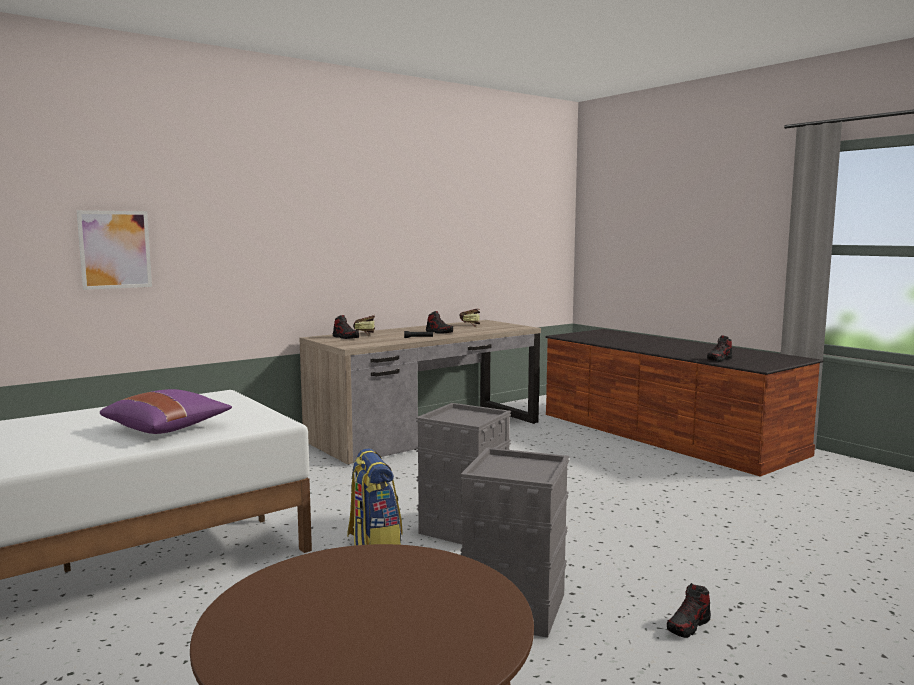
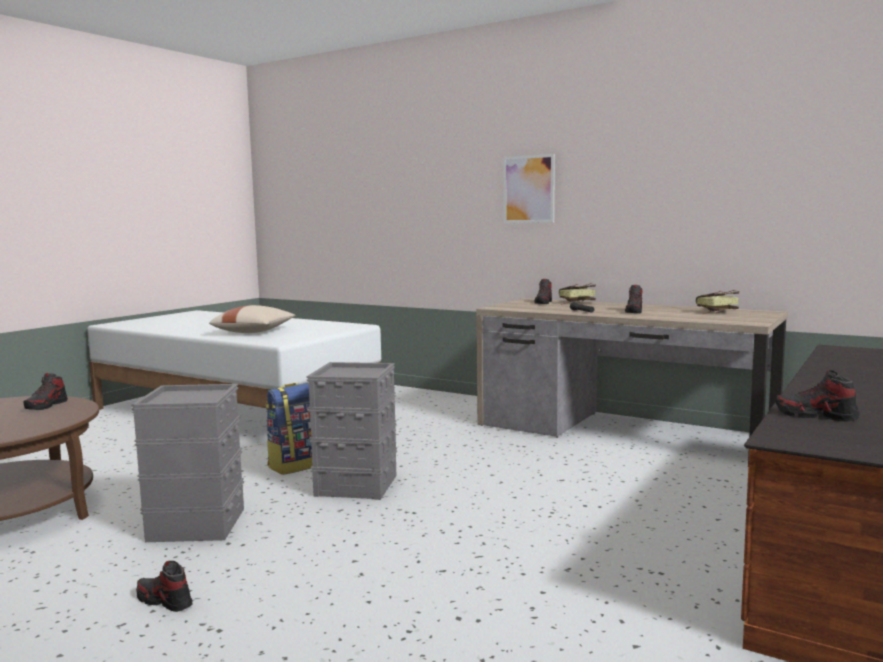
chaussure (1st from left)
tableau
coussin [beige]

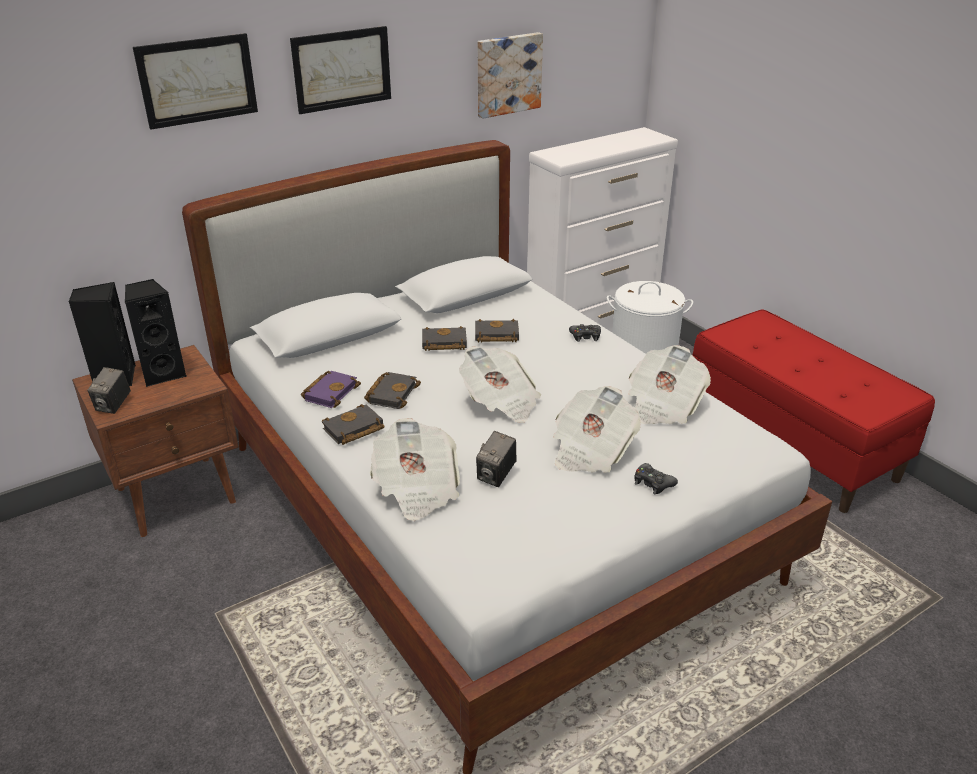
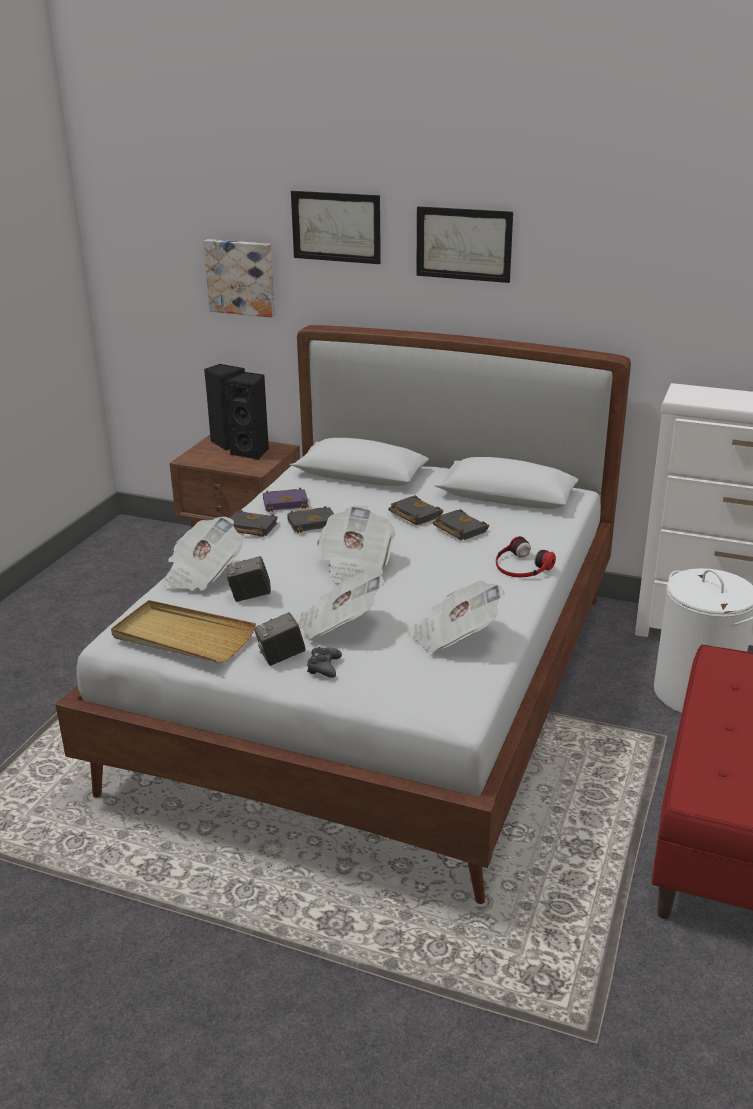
plateau [beige]
appareil photo (2nd from left)
tableau (1st from left)
casque audio

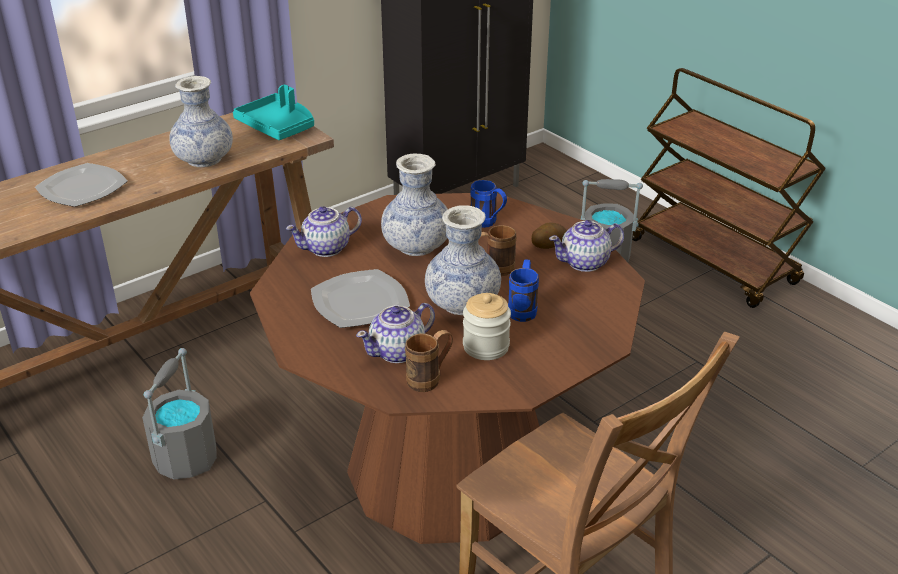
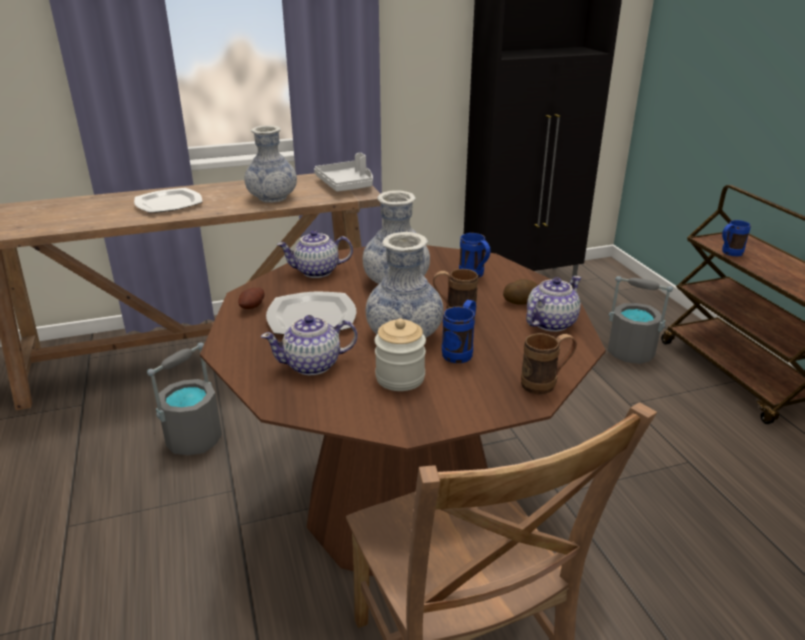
pomme de terre (1st from left)
mug [bleu] (3rd from left)
mug [marron] (2nd from left)
plateau [gris]
théière (3rd from left)

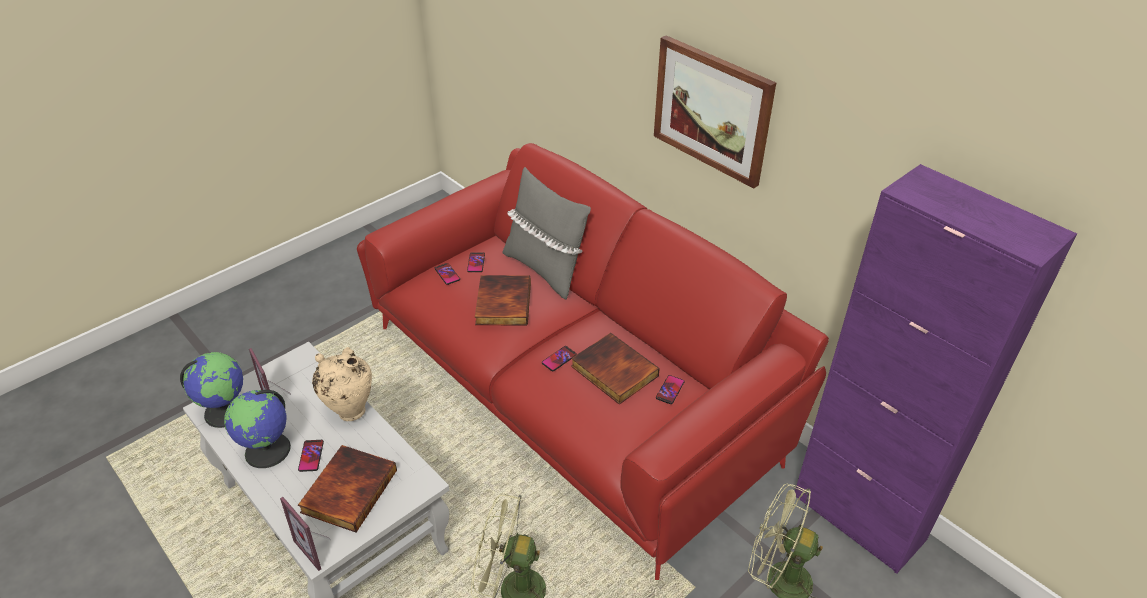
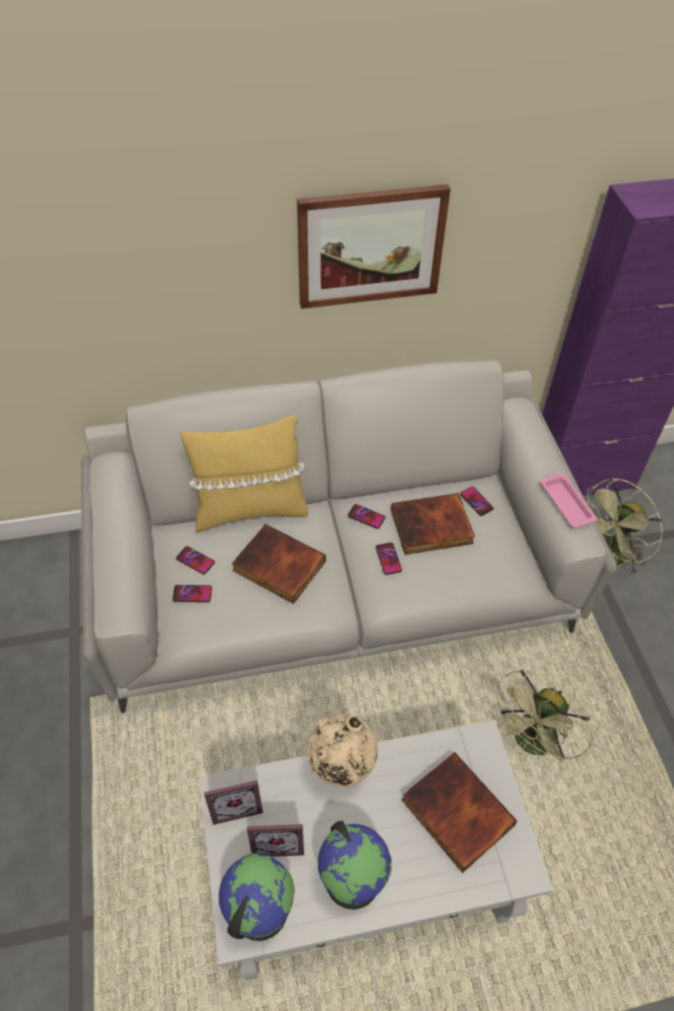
plateau [rose]
cadre photo (1st from left)
téléphone (3rd from left)
canapé [gris]
coussin [jaune]

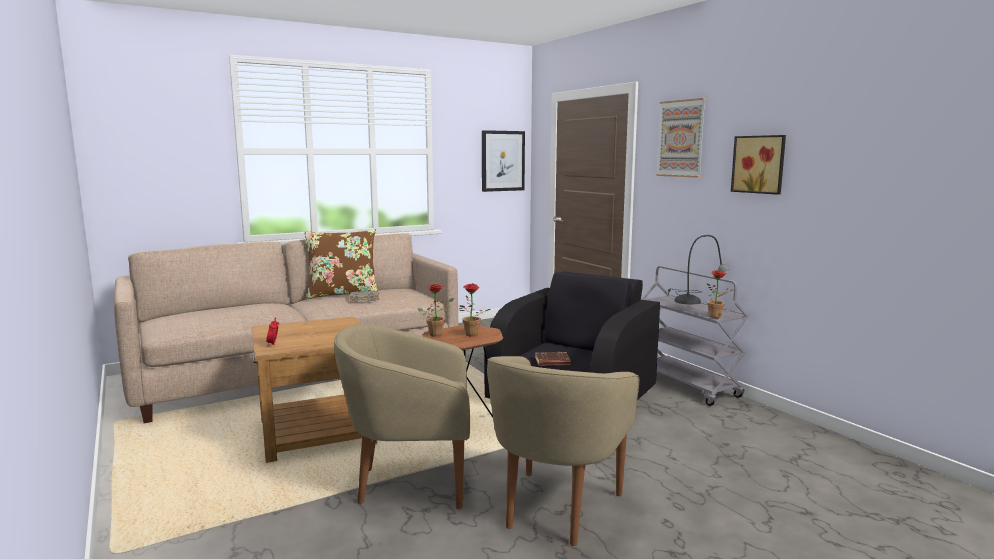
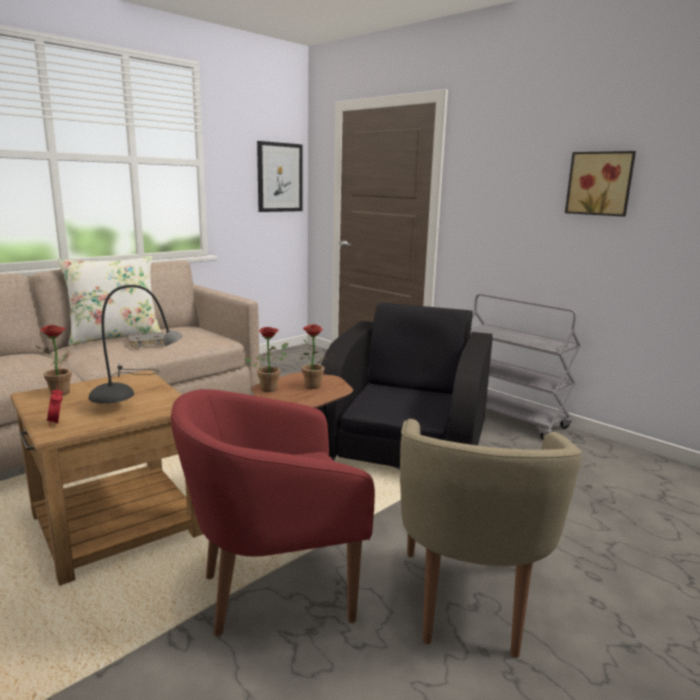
livre [marron]
tableau (2nd from left in the first image)
lampe de table [gris]
plante en pot (1st from left)
coussin [blanc]
fauteuil [rouge]

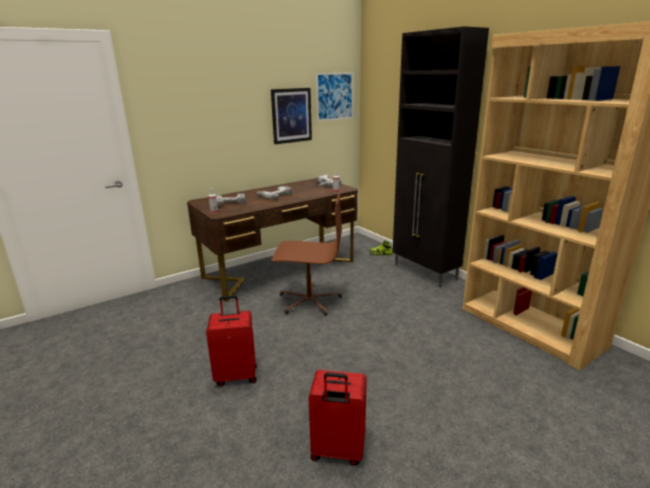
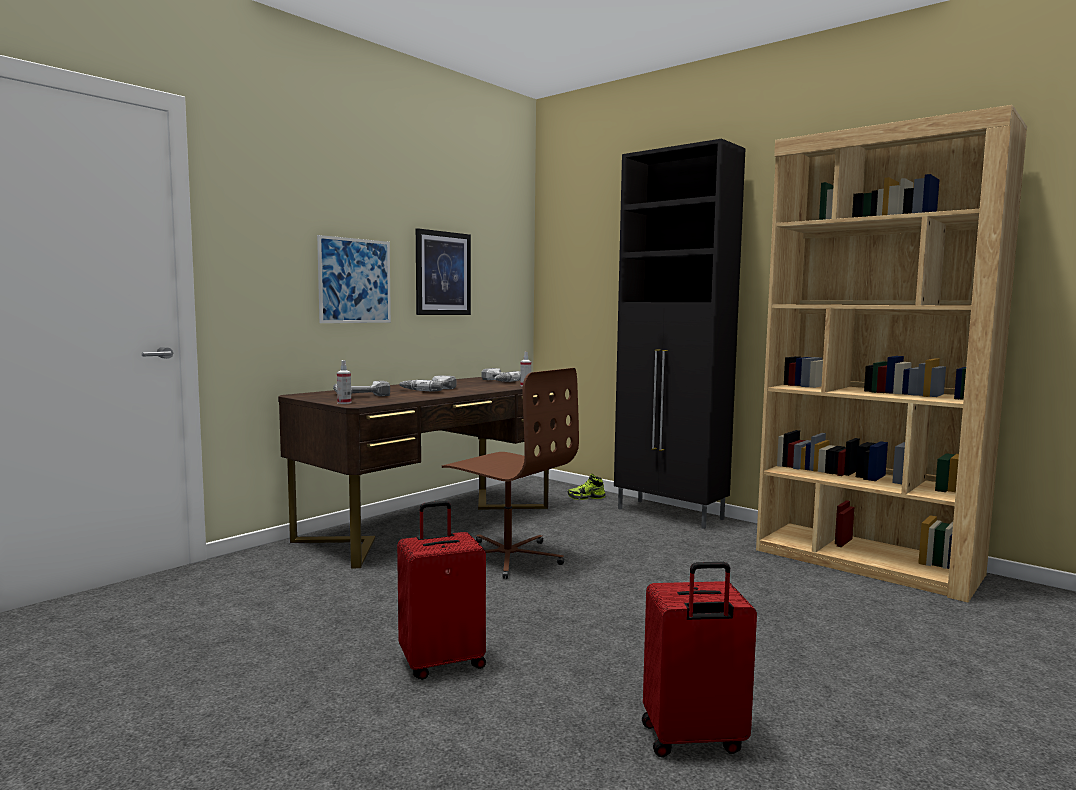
tableau (1st from left)
chaise de bureau [marron]

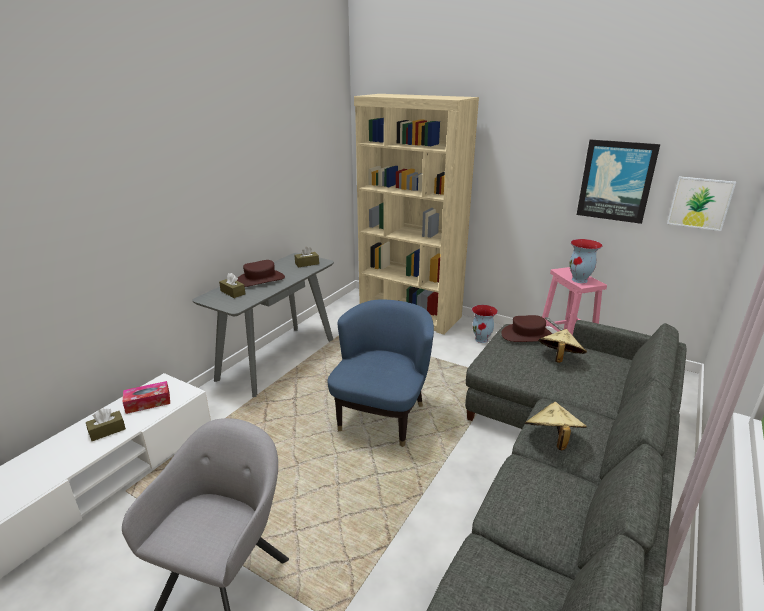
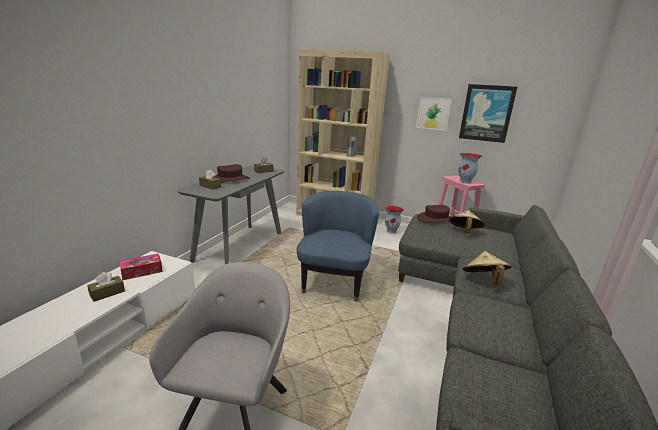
tableau (1st from left)

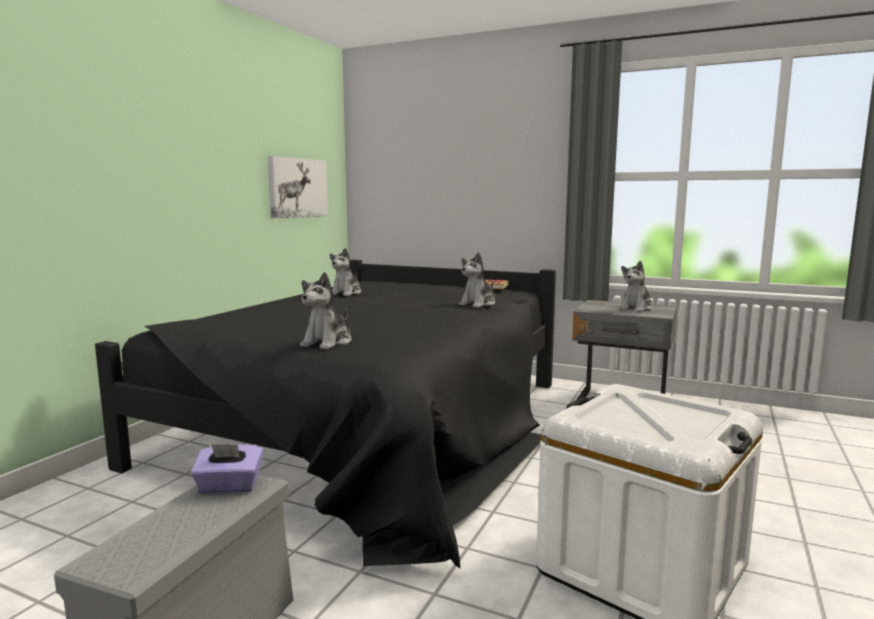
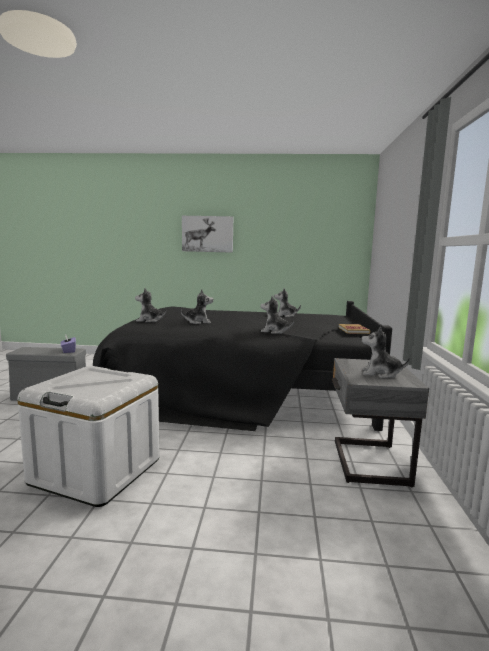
peluche (2nd from left)
tableau

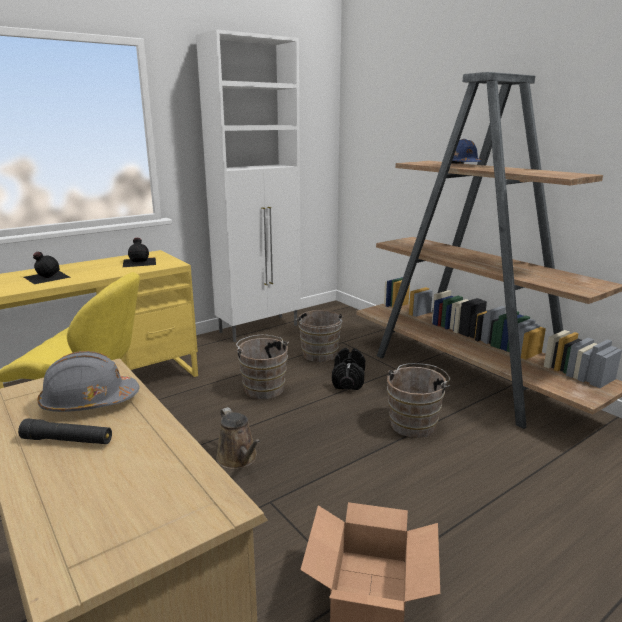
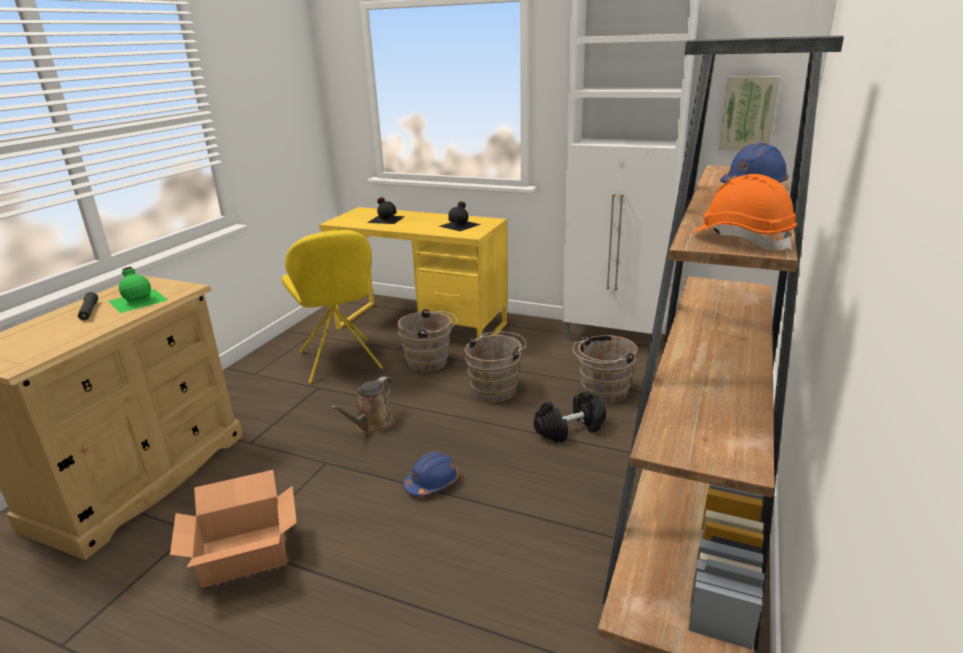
casque de chantier [bleu] (1st from left)
casque de chantier [orange]
tableau
seau [marron] (1st from left)
bouteille [vert]

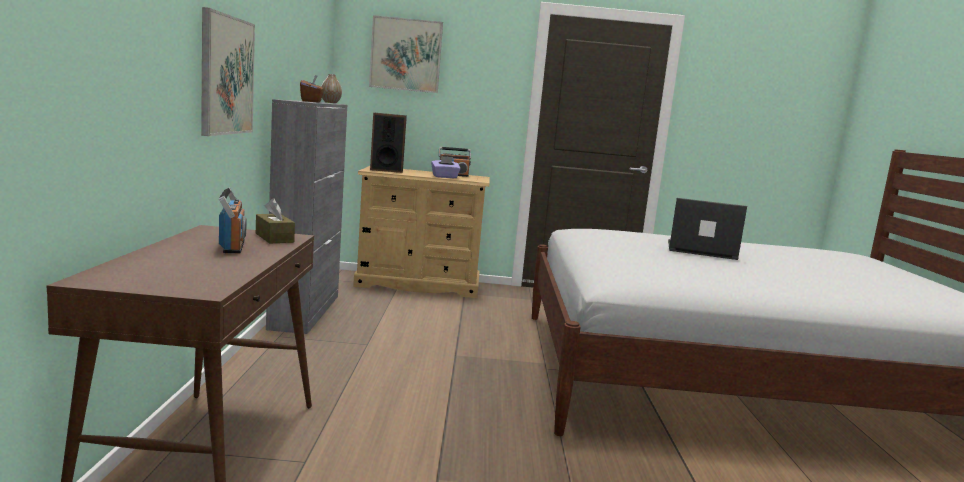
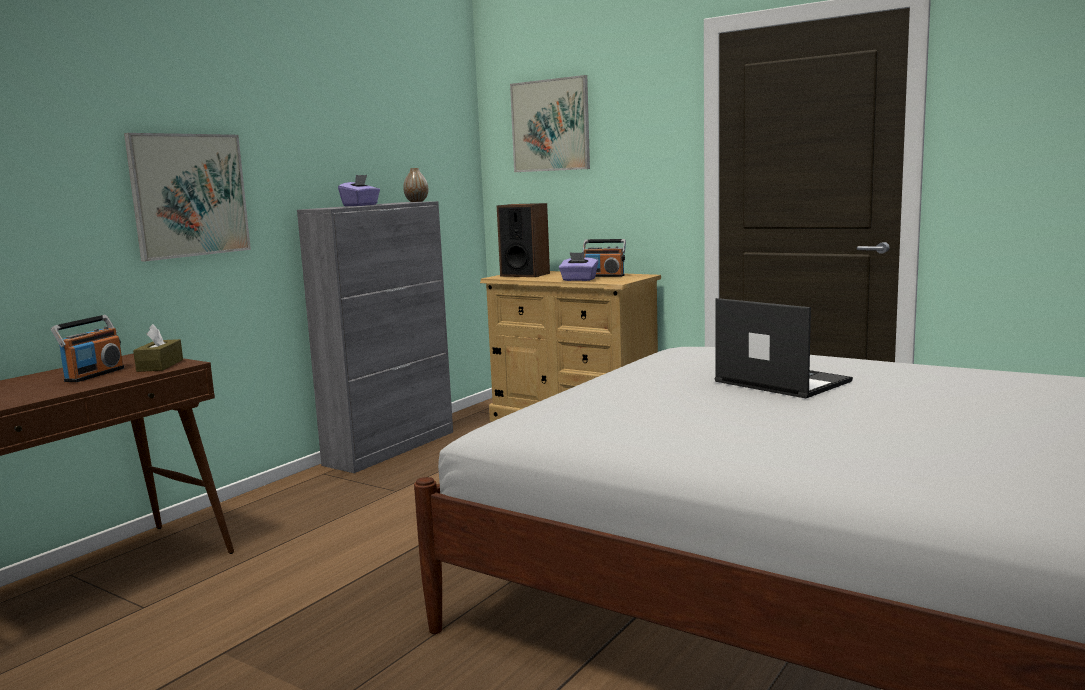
boîte à mouchoirs [violet] (1st from left)

